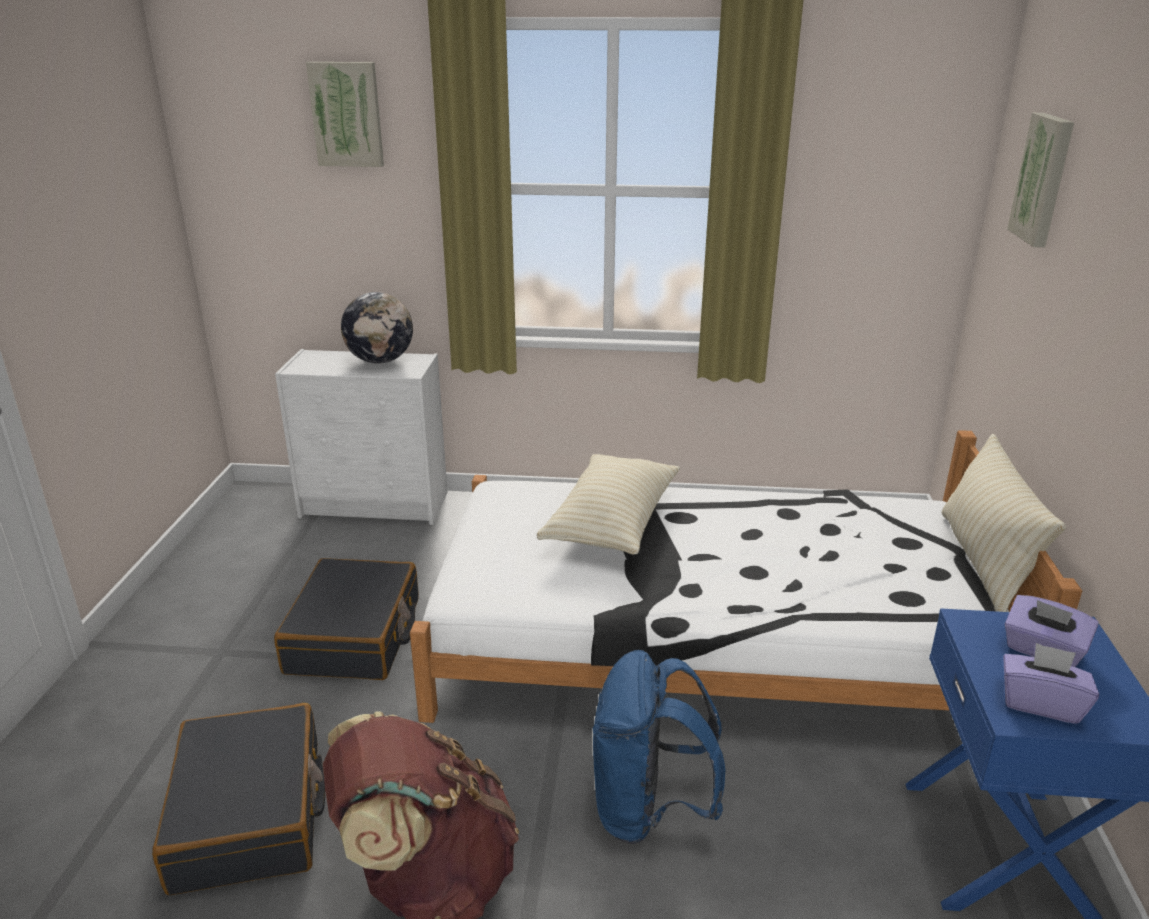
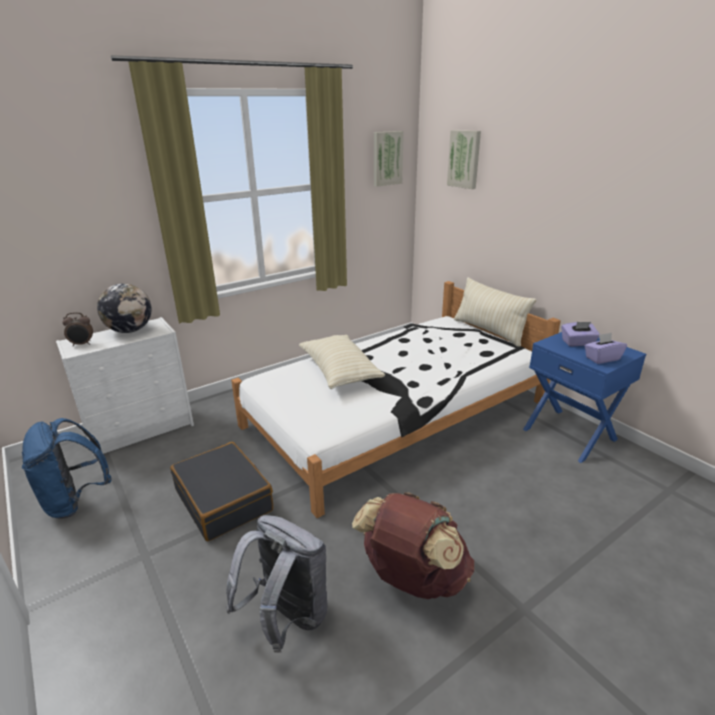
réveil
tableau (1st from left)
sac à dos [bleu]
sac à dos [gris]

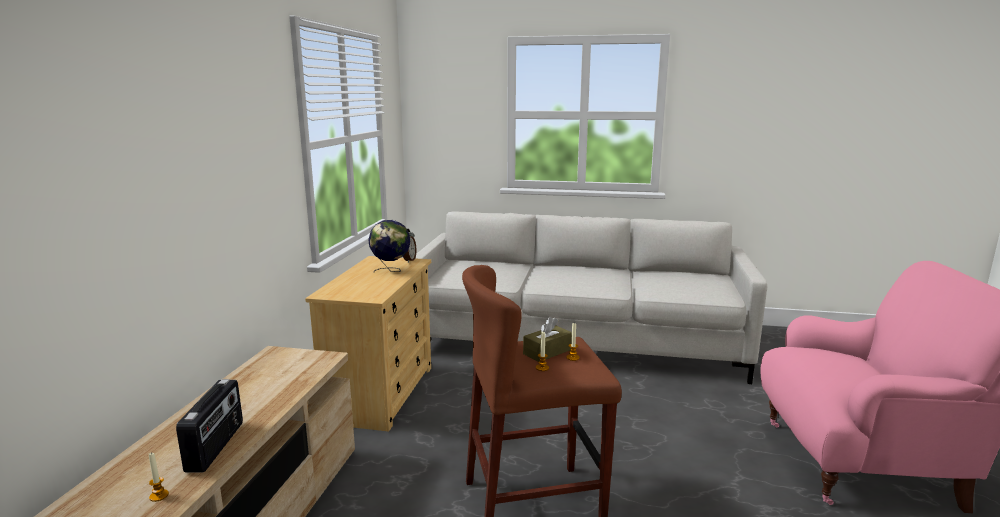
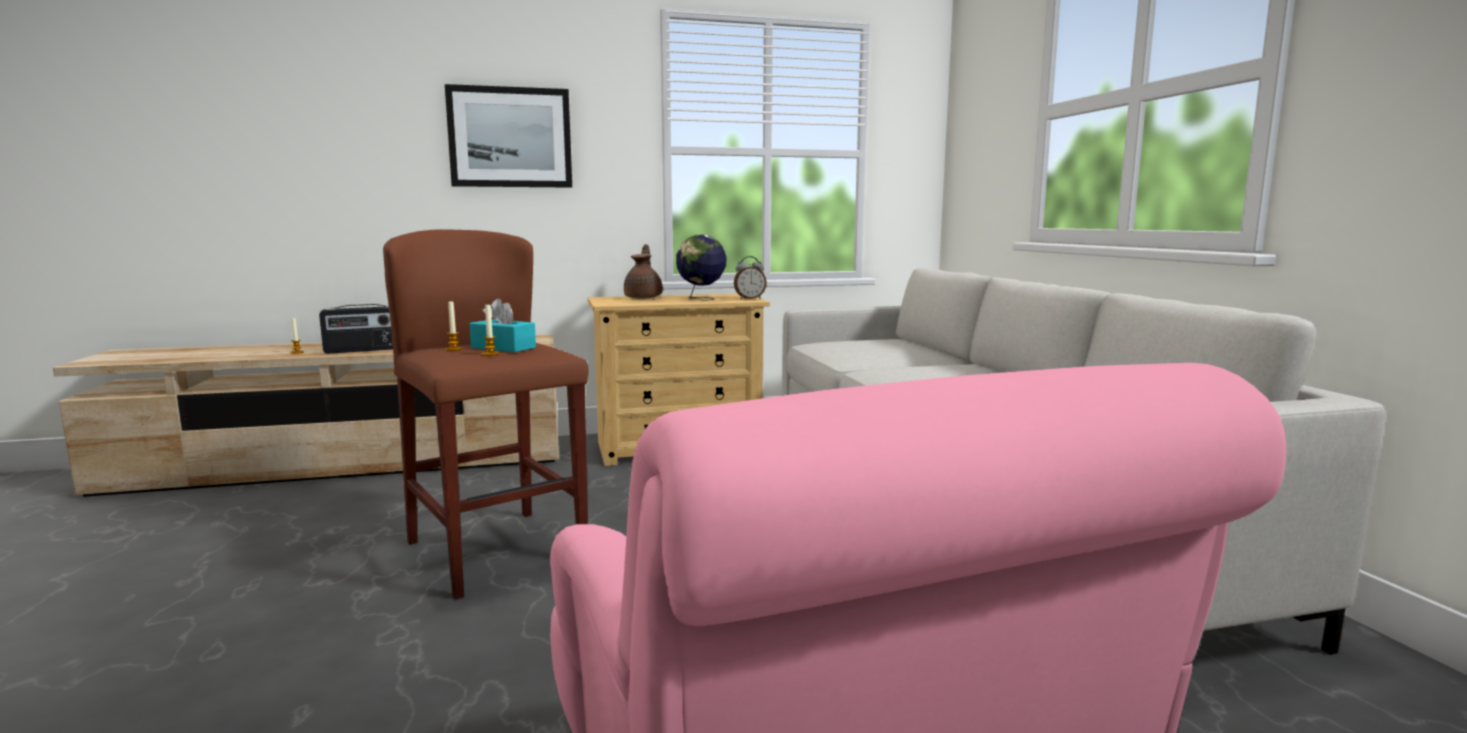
tableau
théière [marron]
boîte à mouchoirs [turquoise]

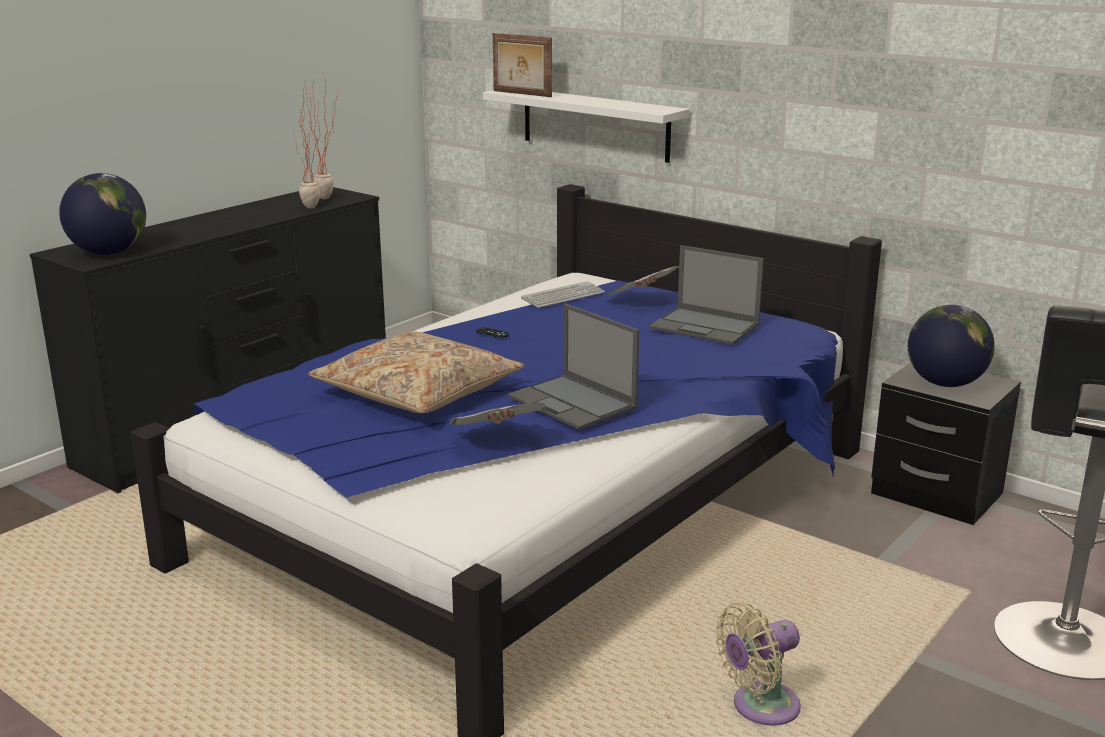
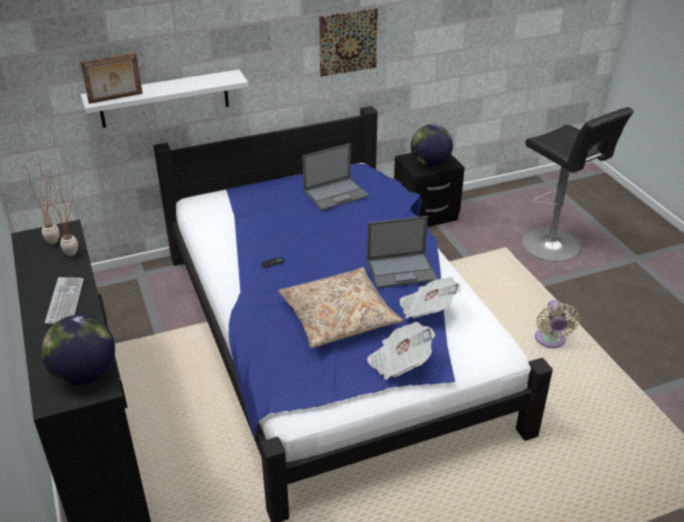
tableau
clavier
journal (1st from left)

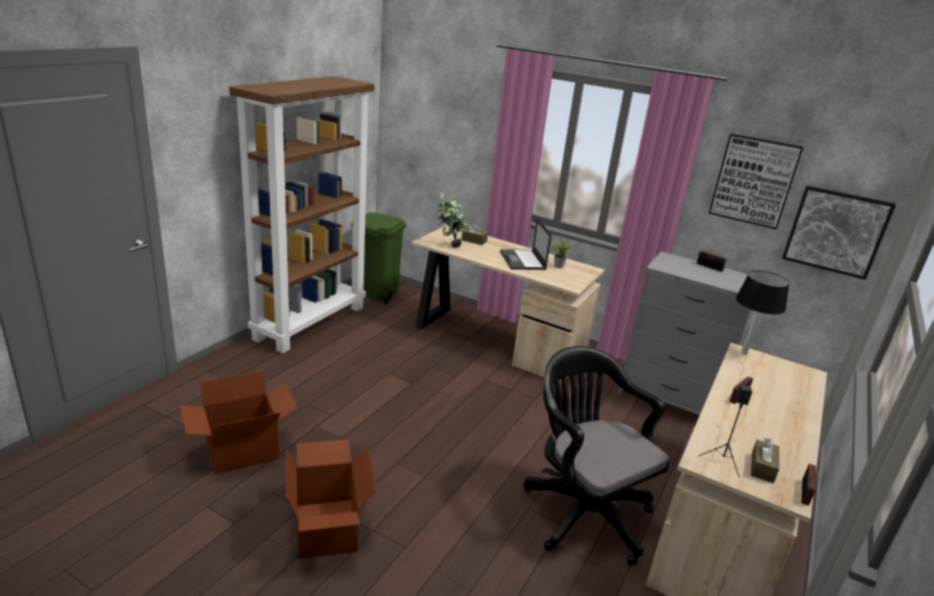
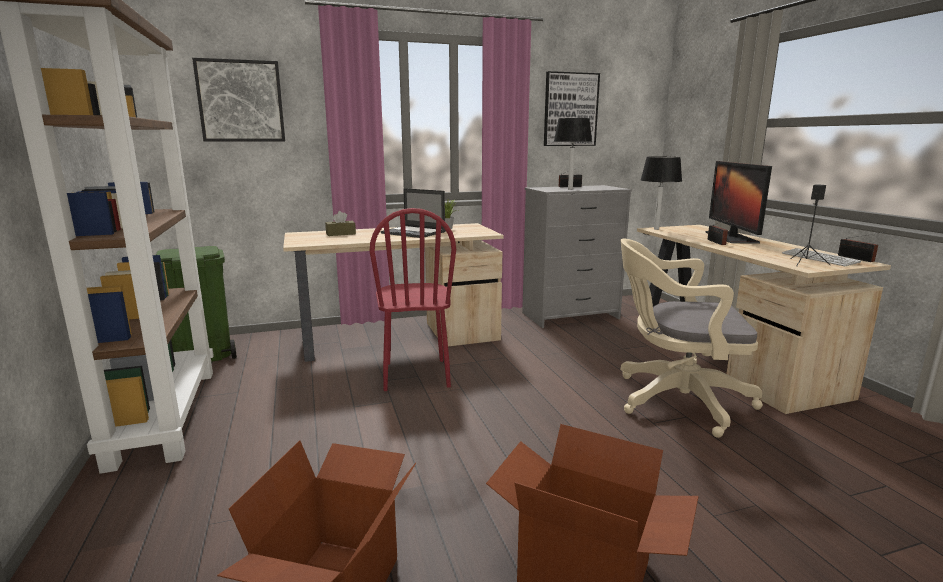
plante en pot (1st from left in the first image)
chaise [rouge]
lampe de table [noir] (1st from left)
écran d'ordinateur
tableau (1st from left)
clavier
chaise de bureau [beige]

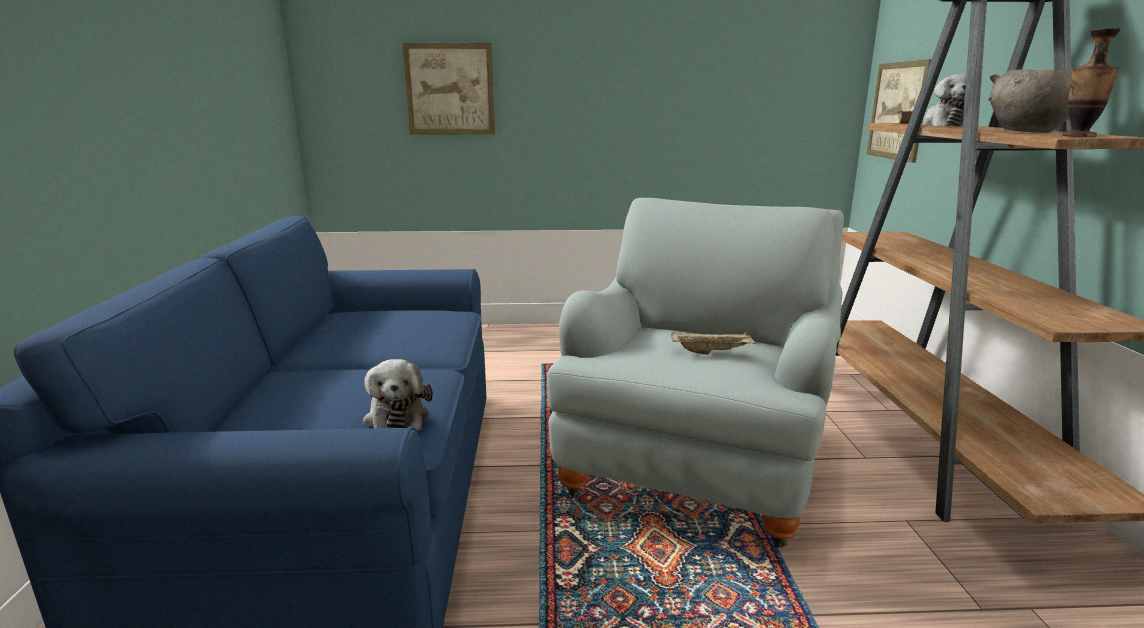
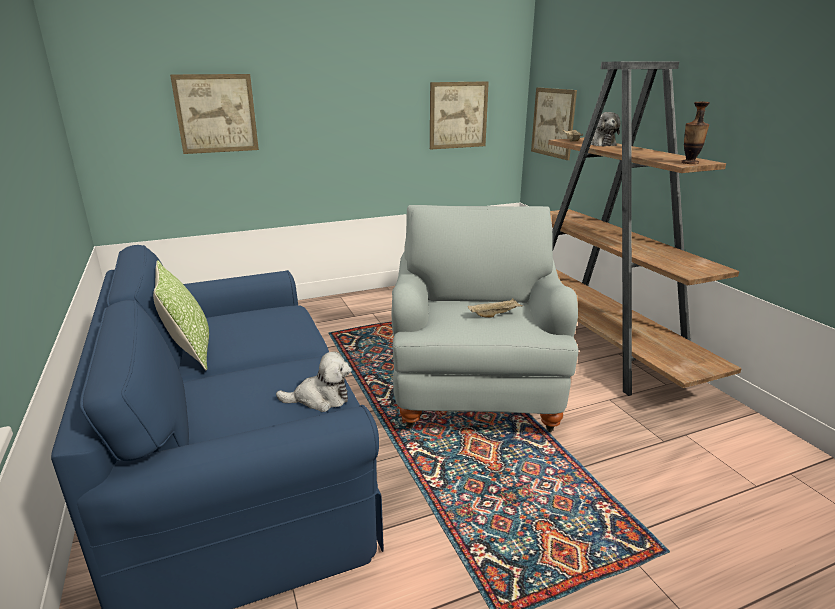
bol [gris]
coussin
tableau (2nd from left)
peluche (1st from left)

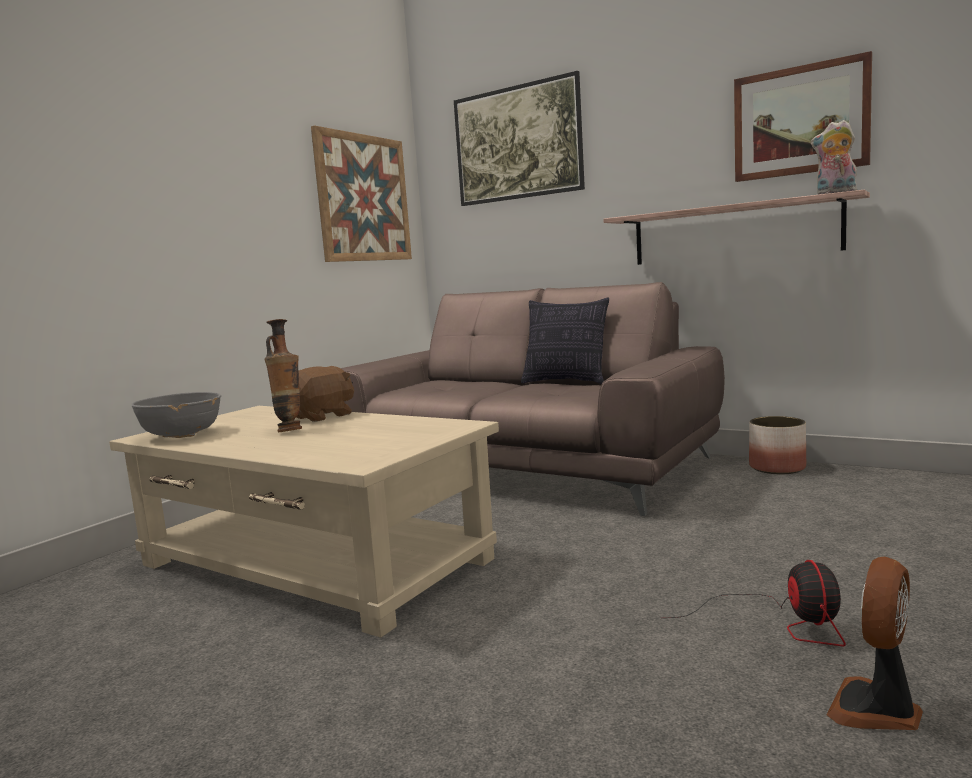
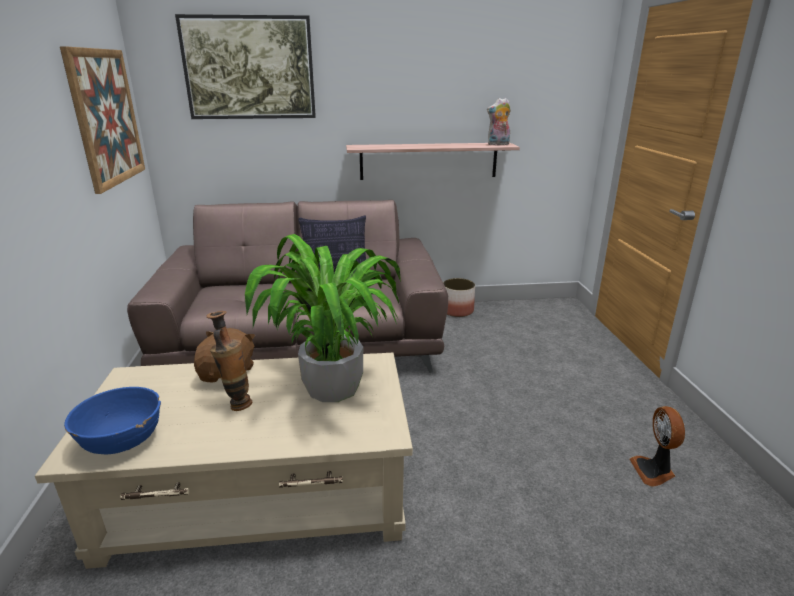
ventilateur (1st from left in the first image)
tableau (3rd from left in the first image)
plante en pot
bol [bleu]

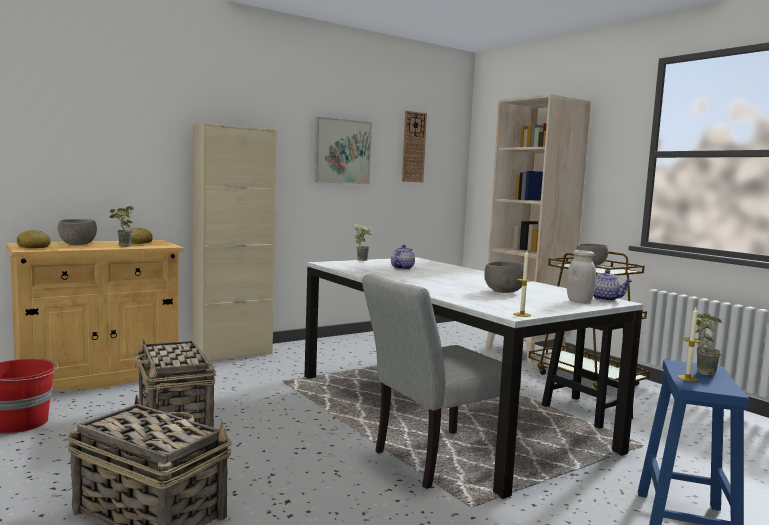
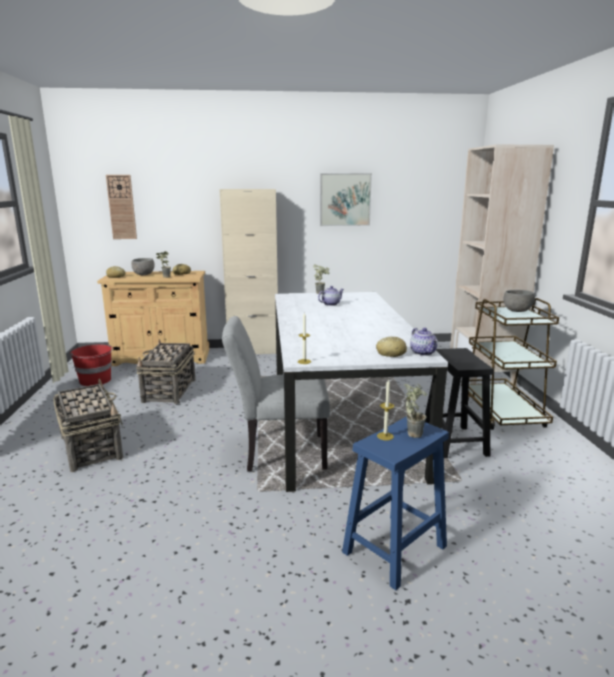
bol [gris] (2nd from left in the first image)
horloge murale
pain (3rd from left)

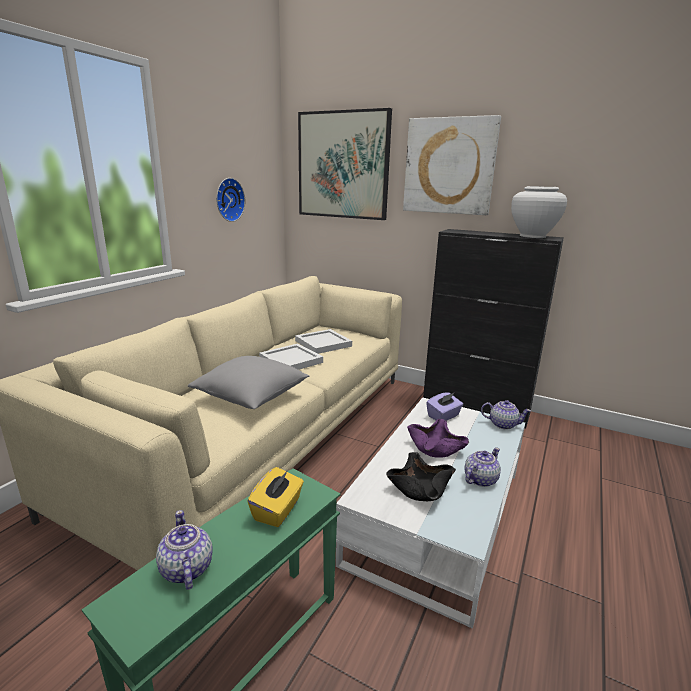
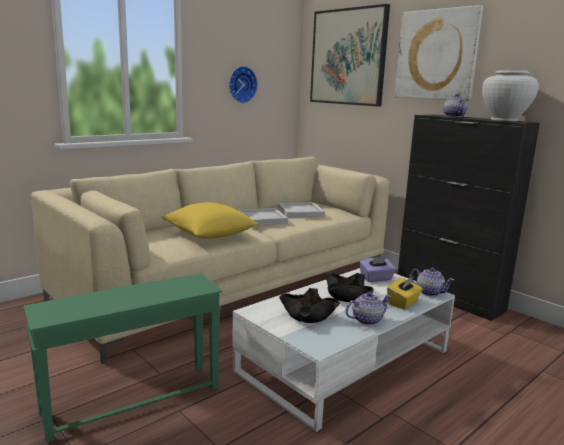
théière (3rd from left)
boîte à mouchoirs [jaune]
coussin [jaune]
bol [noir] (2nd from left)

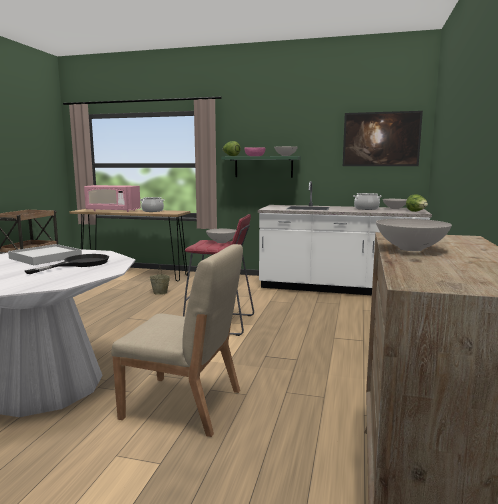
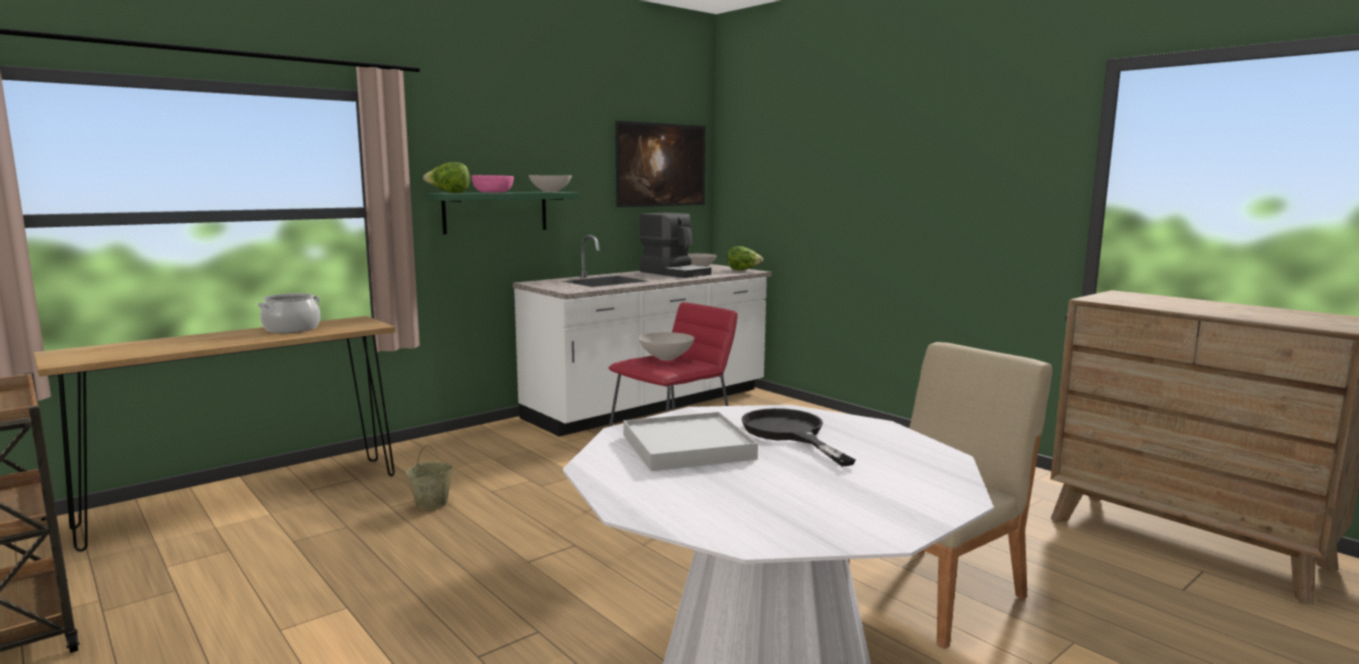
micro-ondes [rose]
bol [blanc] (4th from left in the first image)
machine à café

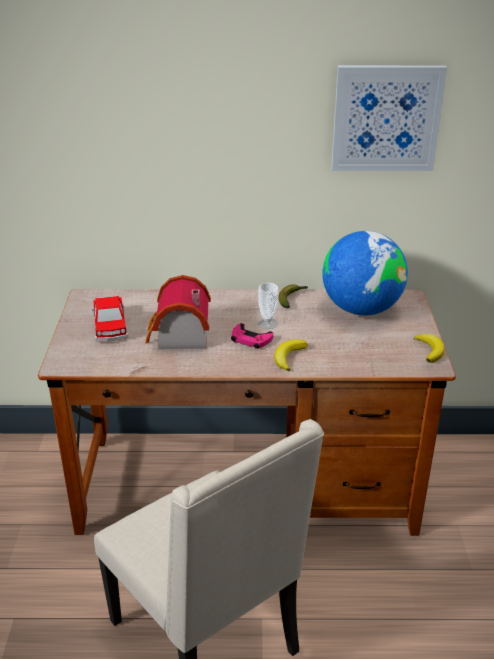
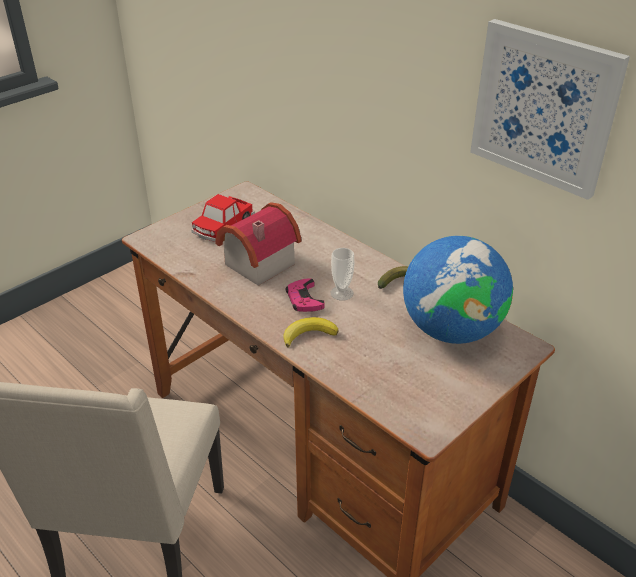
banane (3rd from left in the first image)

